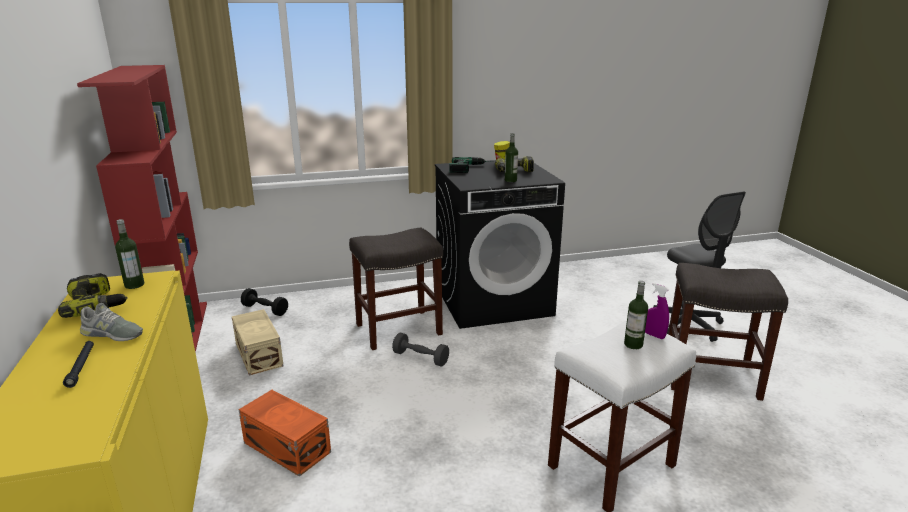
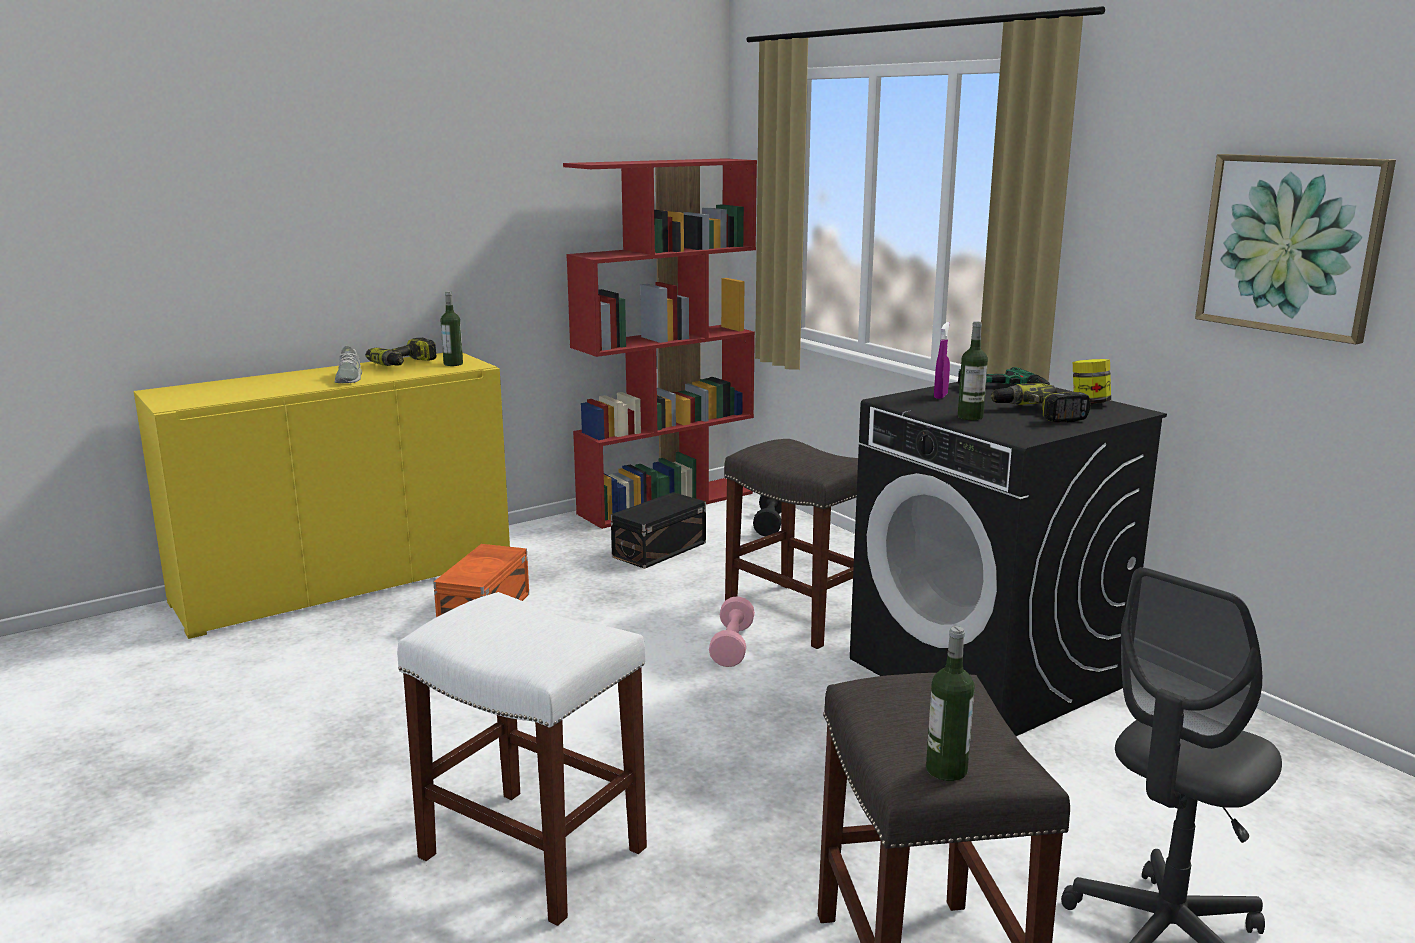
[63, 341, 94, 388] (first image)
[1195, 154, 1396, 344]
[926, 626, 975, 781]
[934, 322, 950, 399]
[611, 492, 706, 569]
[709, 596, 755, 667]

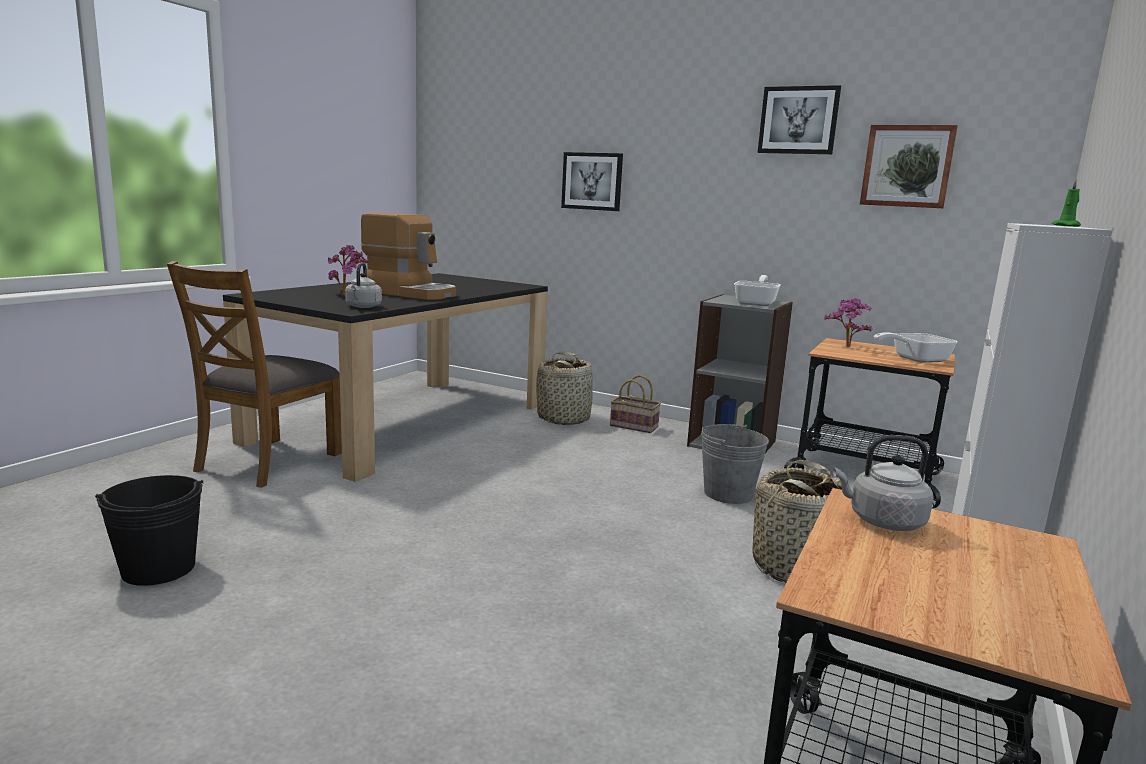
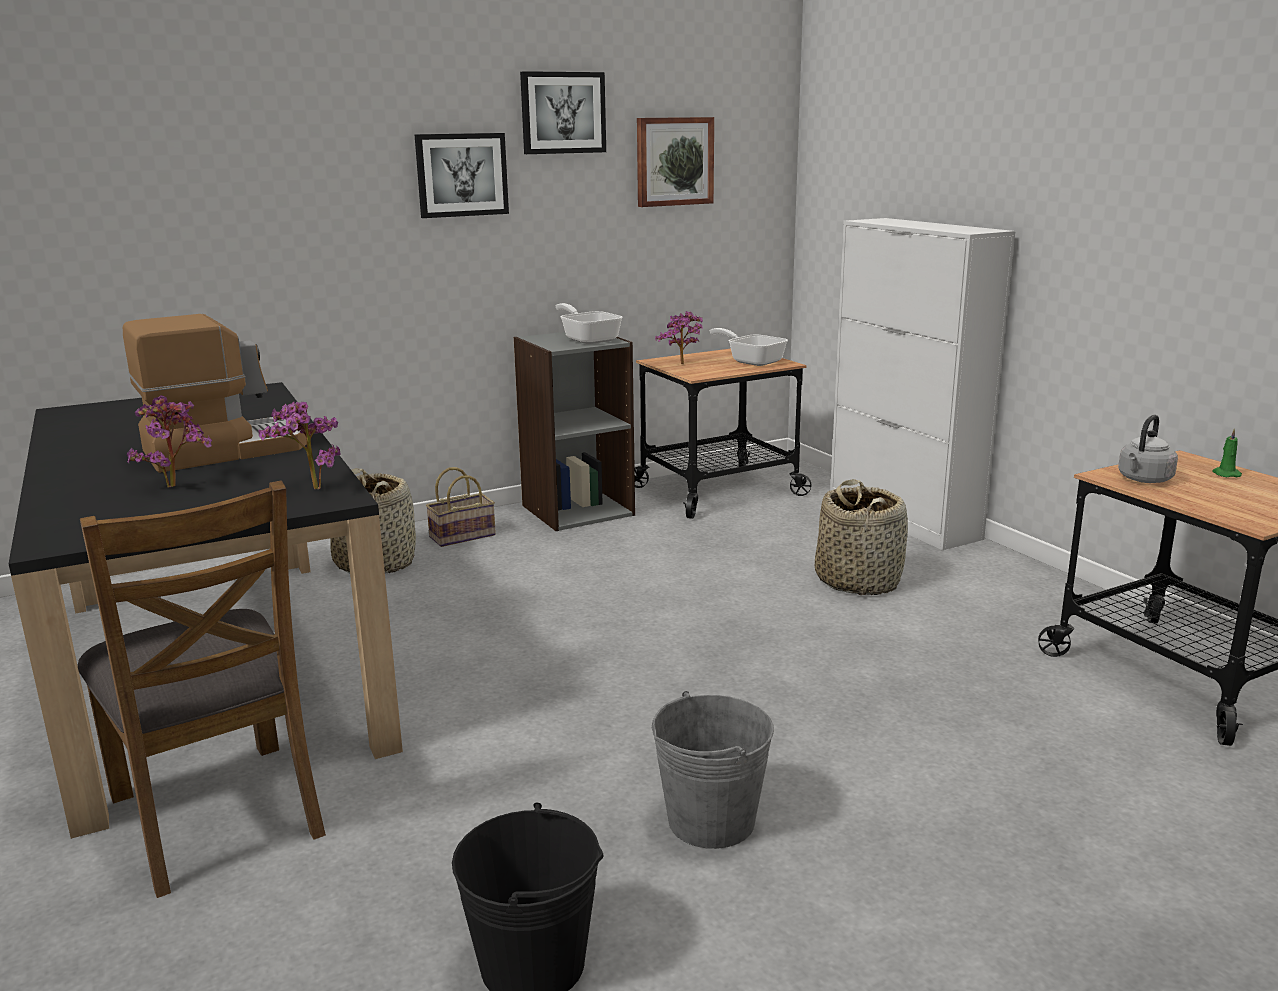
[414, 133, 509, 218]
[652, 691, 774, 849]
[1212, 428, 1242, 477]
[258, 402, 341, 489]
[710, 328, 788, 366]

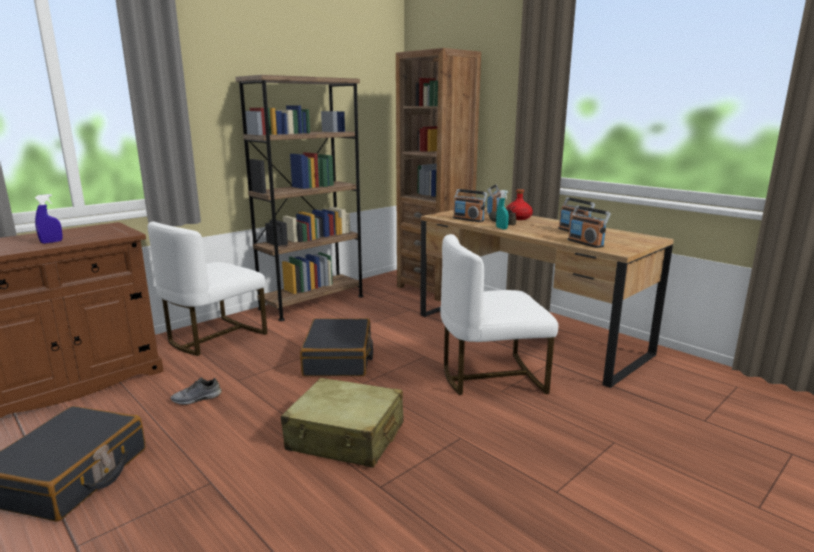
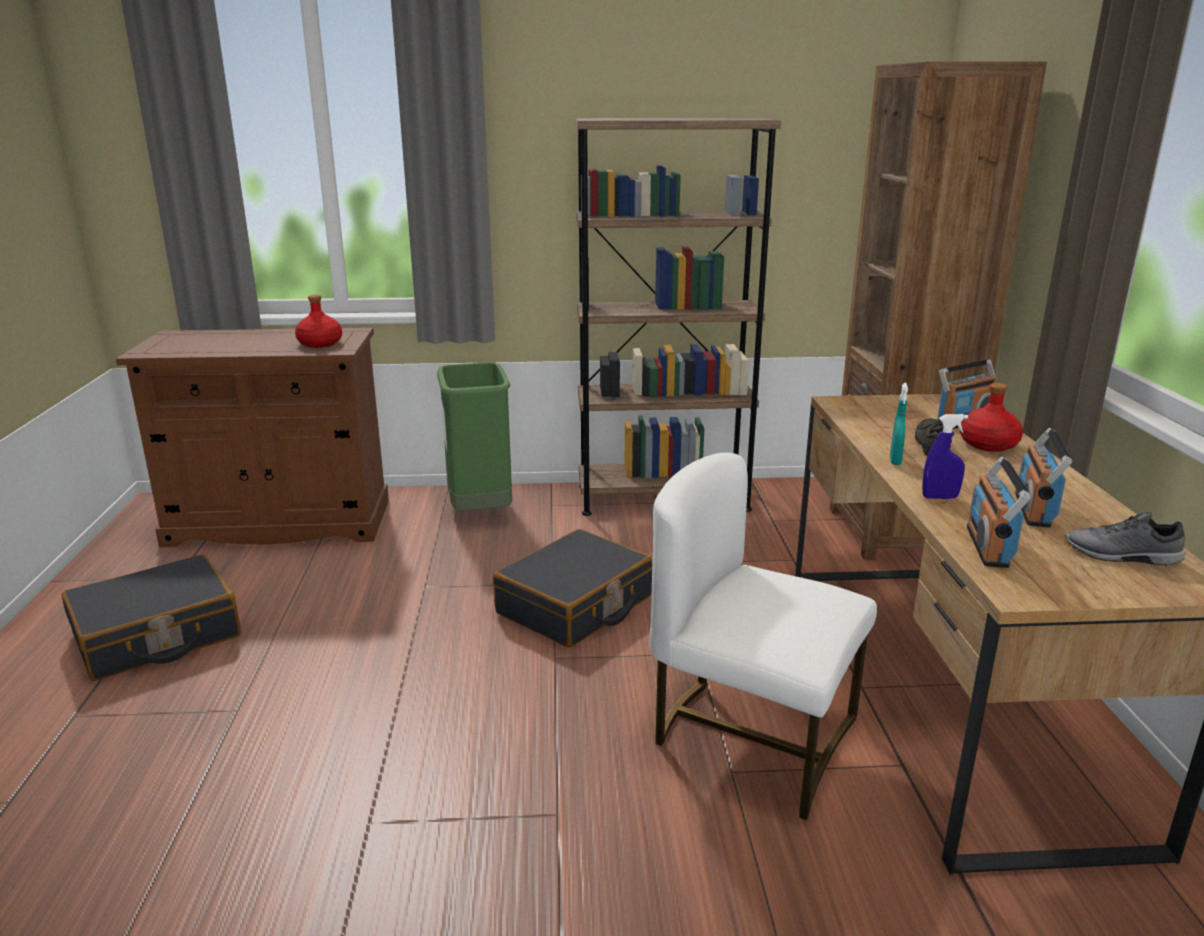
[281, 378, 404, 468] (first image)
[453, 189, 487, 222] (first image)
[295, 295, 342, 348]
[922, 414, 968, 499]
[1065, 512, 1185, 565]
[437, 362, 512, 511]

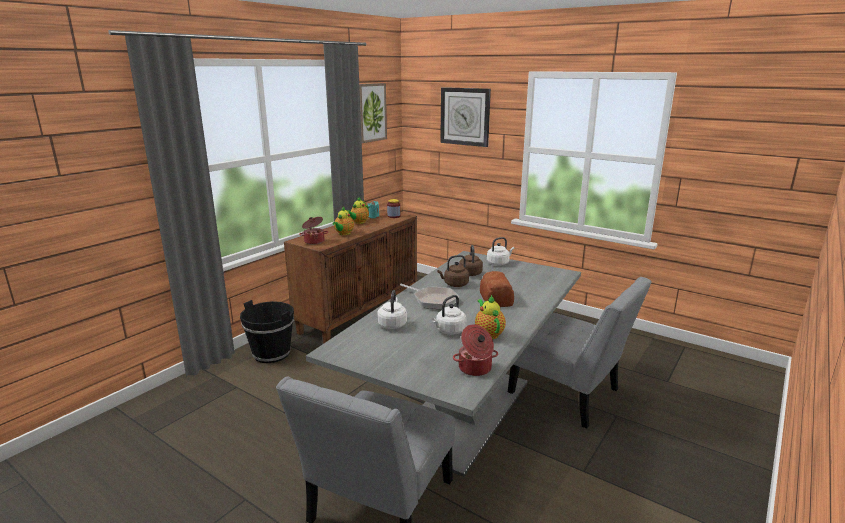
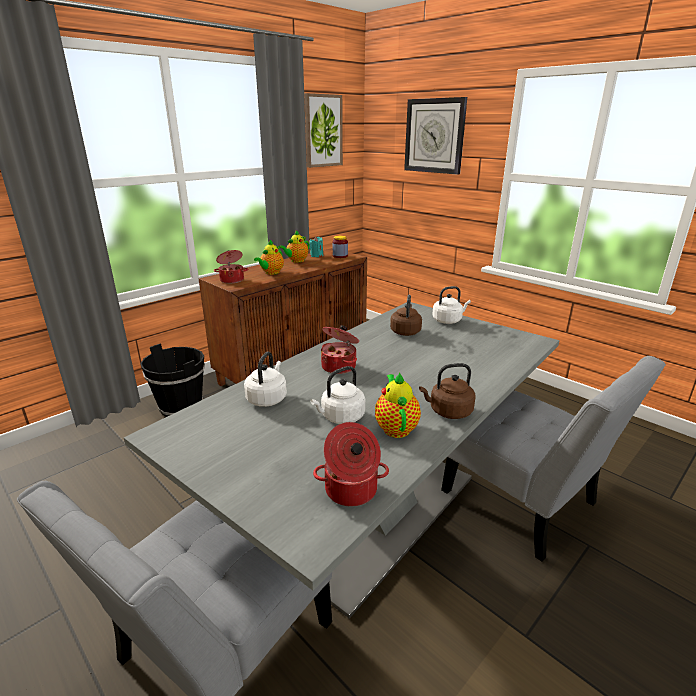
[480, 271, 514, 307] (first image)
[419, 363, 476, 419]
[321, 325, 359, 374]

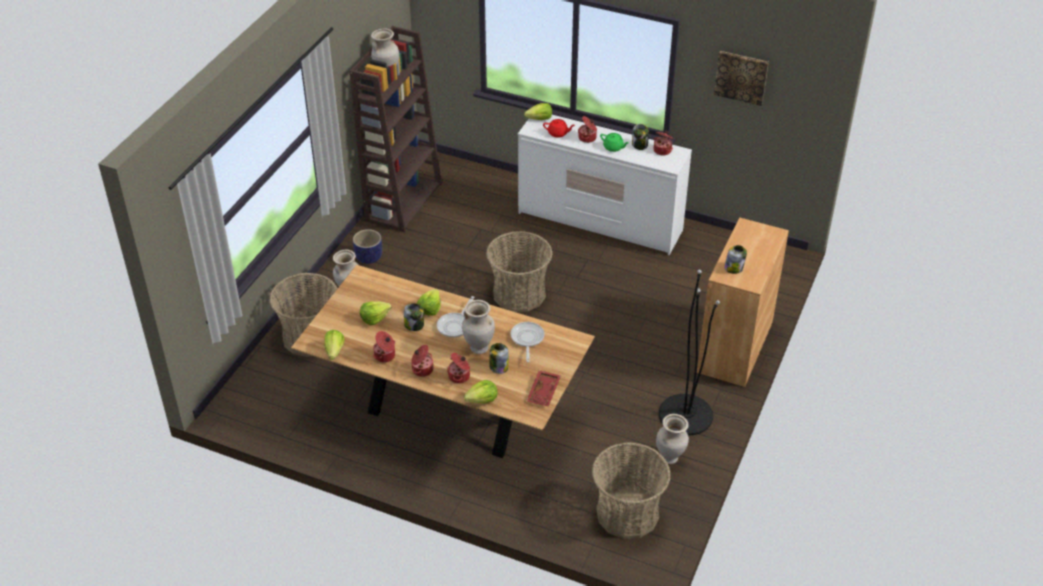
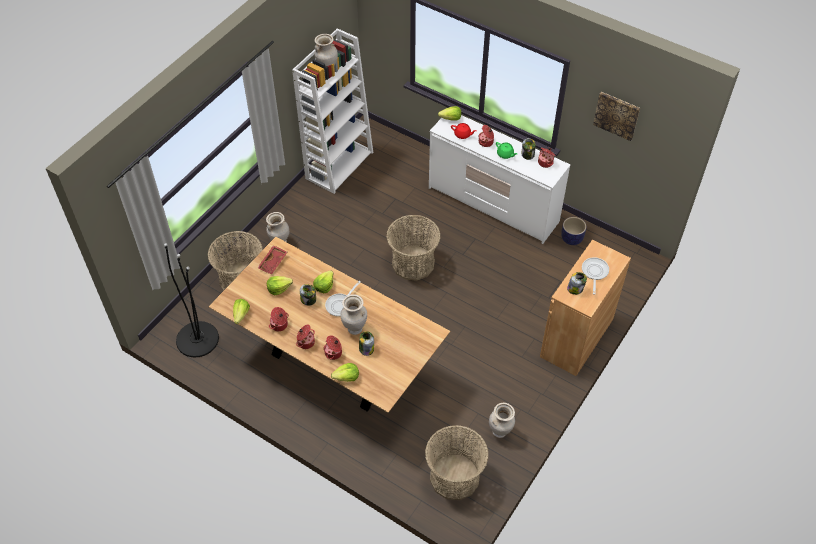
[561, 217, 586, 245]
[582, 257, 609, 295]
[257, 245, 287, 274]
[164, 243, 219, 357]
[292, 28, 373, 194]

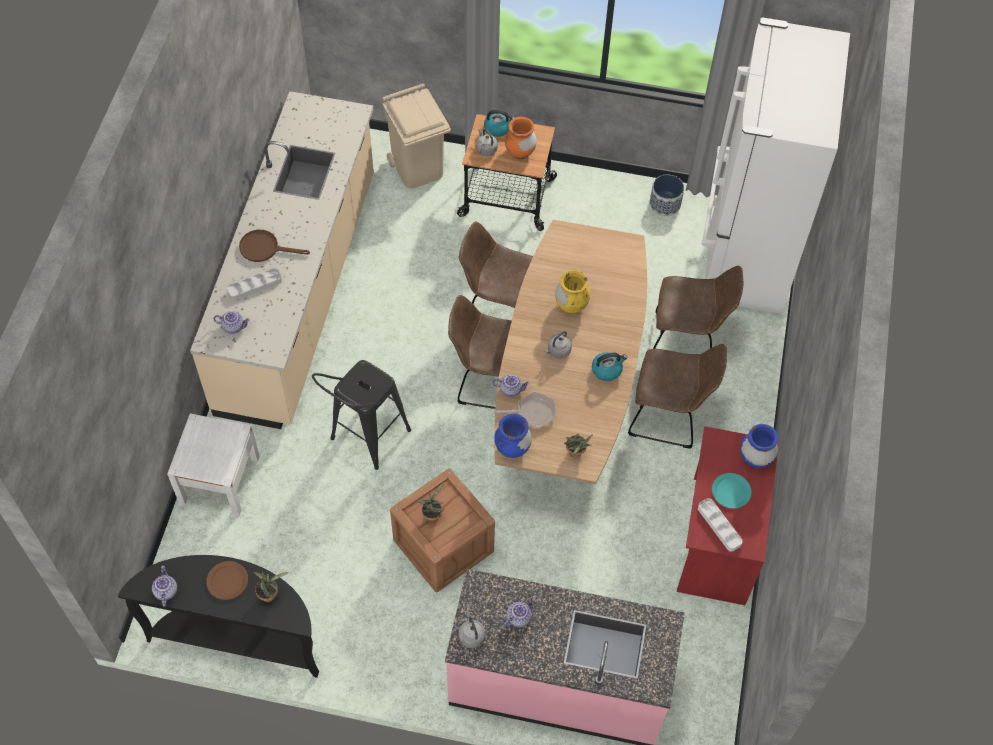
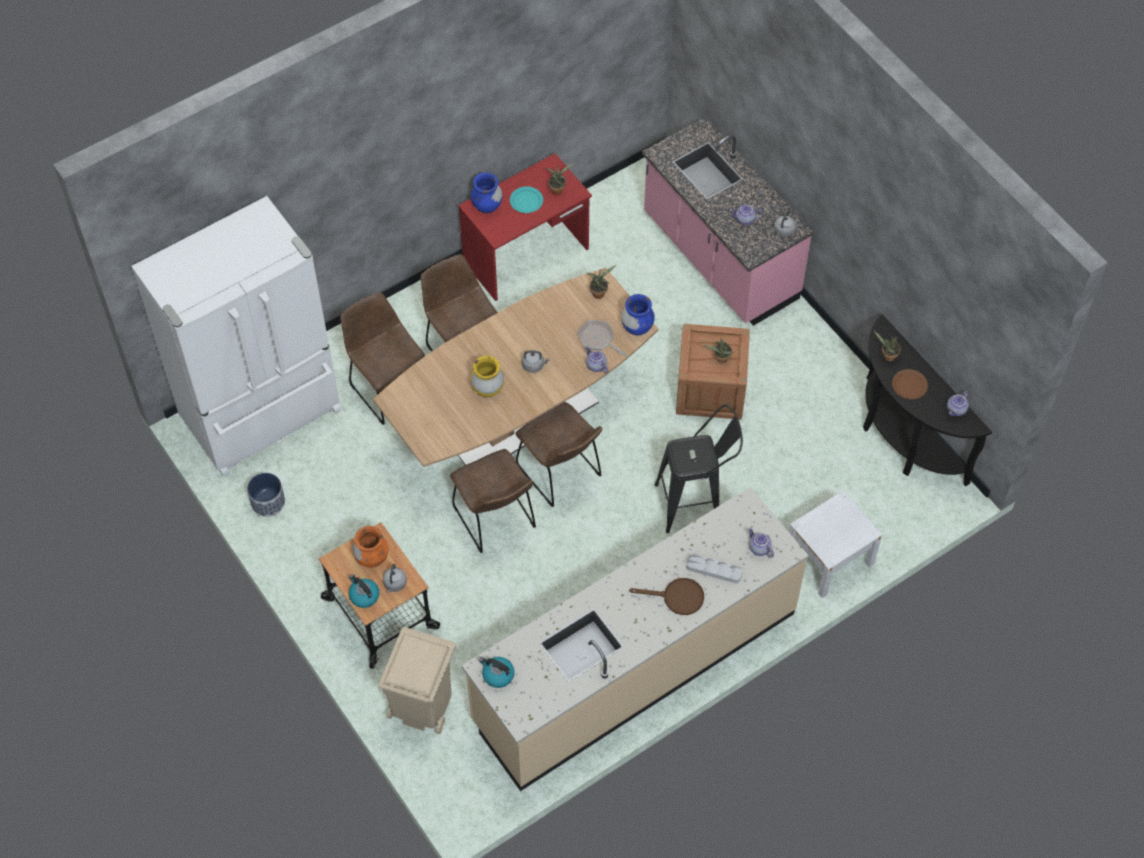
[479, 657, 515, 688]
[546, 163, 575, 195]
[629, 578, 704, 615]

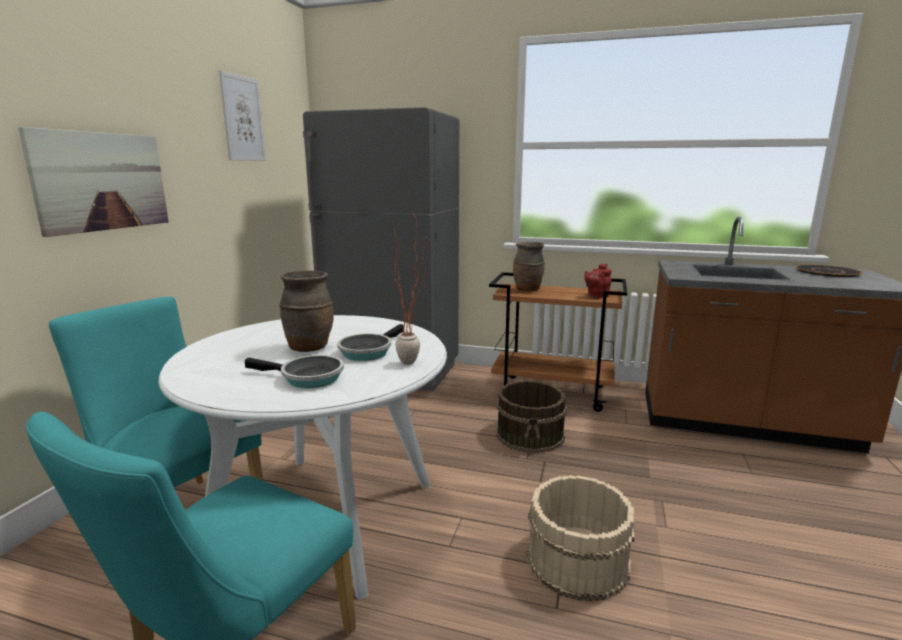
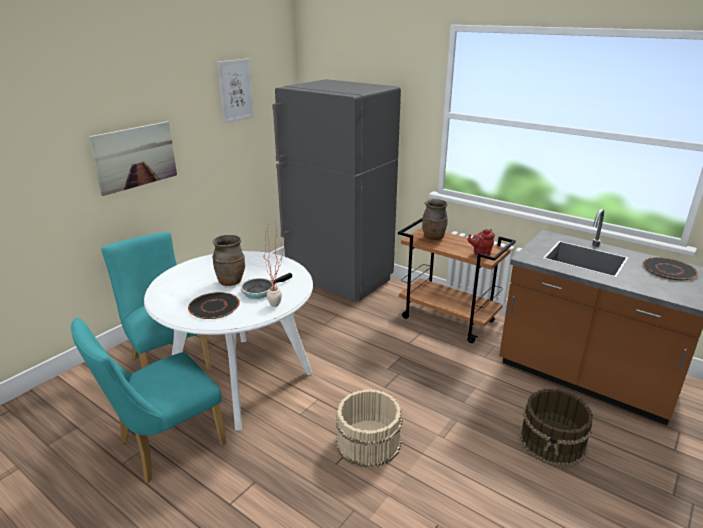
[519, 389, 593, 467]
[188, 292, 240, 319]

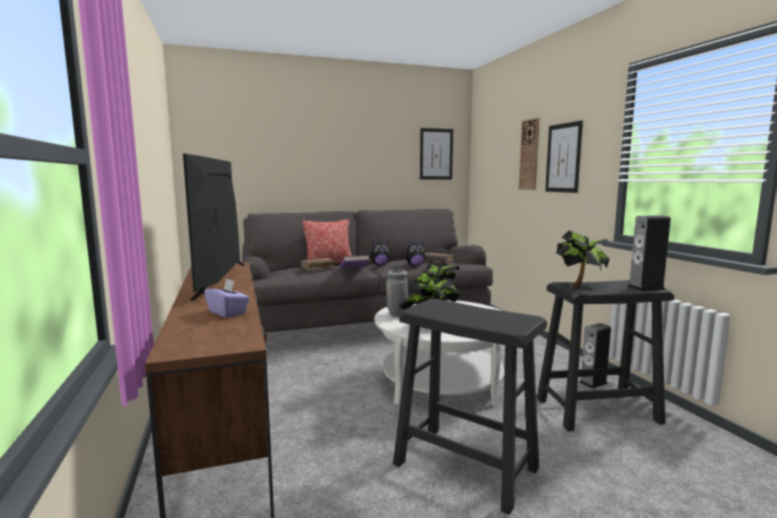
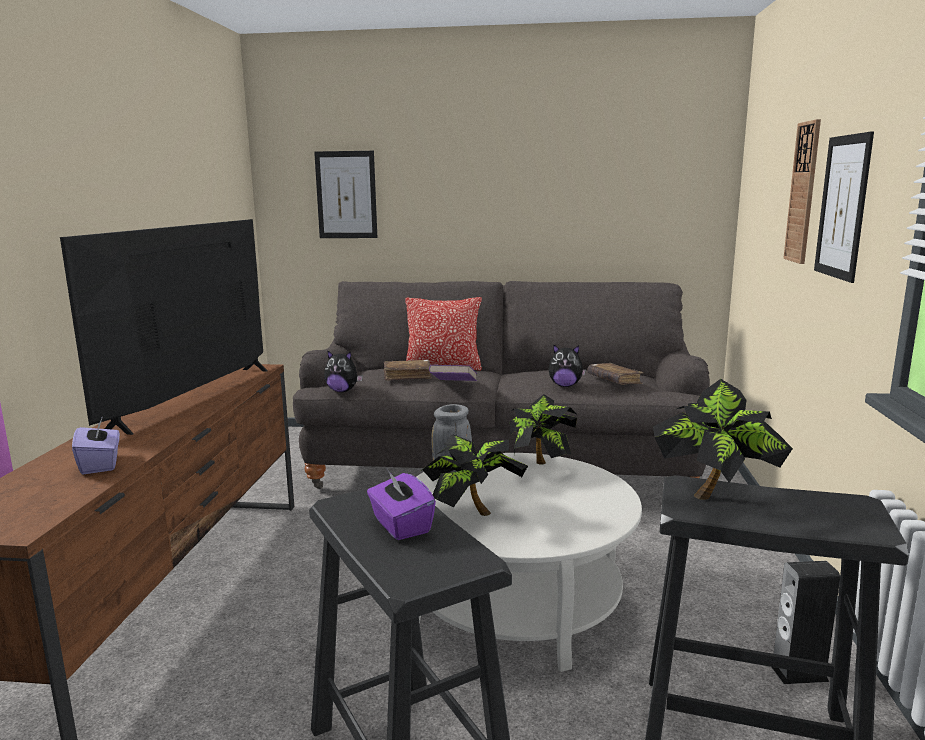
[627, 215, 671, 291] (first image)
[367, 469, 436, 540]
[324, 350, 363, 392]
[314, 151, 377, 238]

